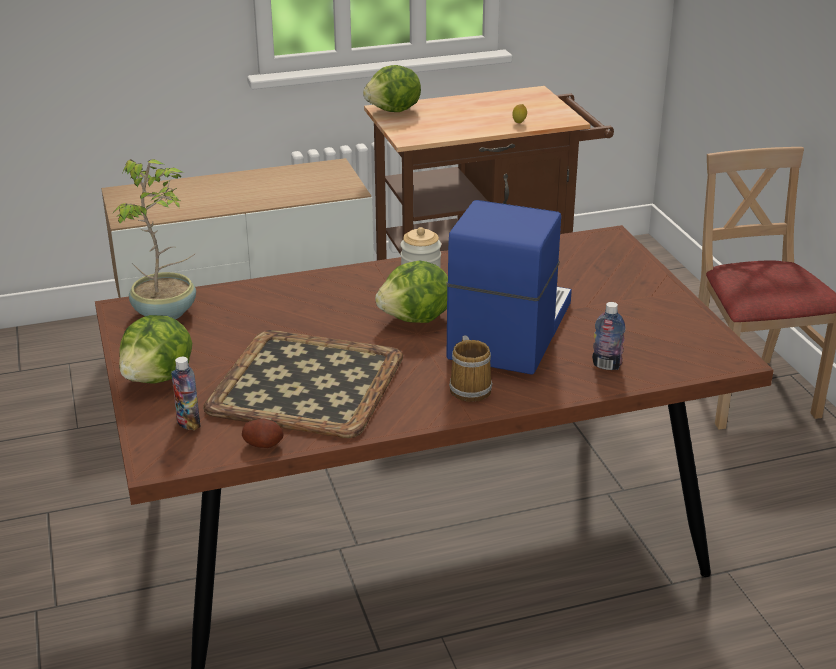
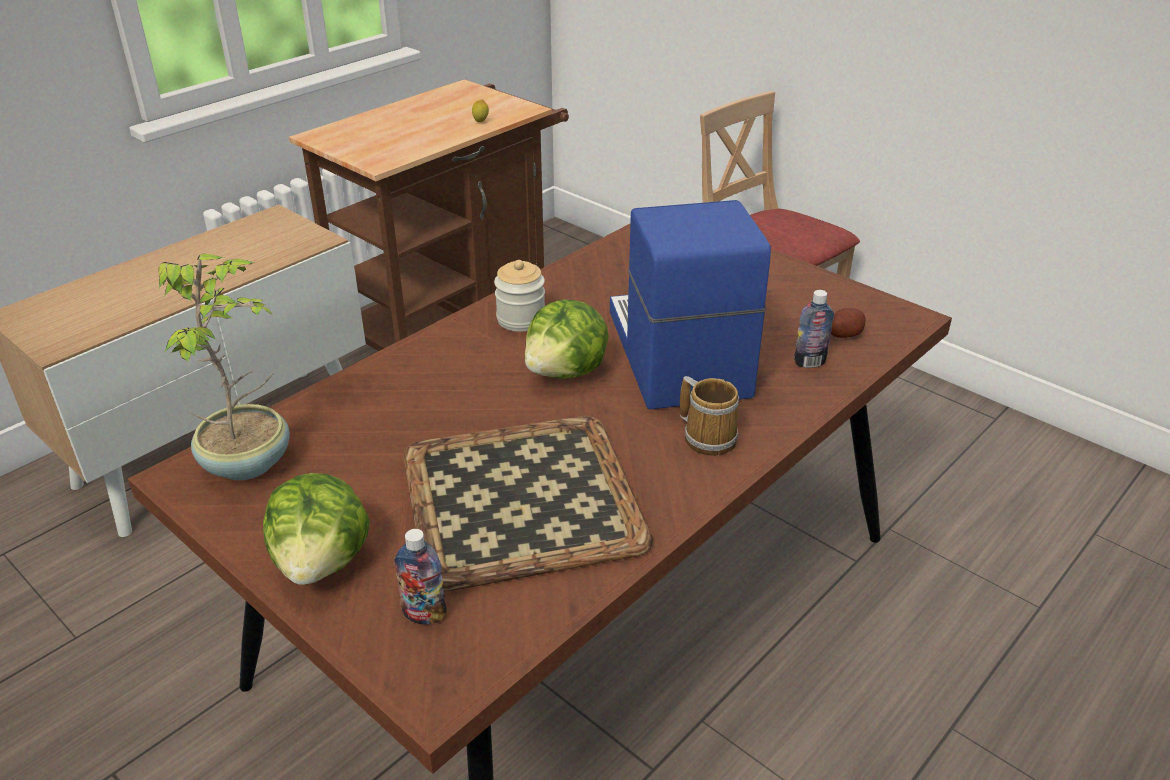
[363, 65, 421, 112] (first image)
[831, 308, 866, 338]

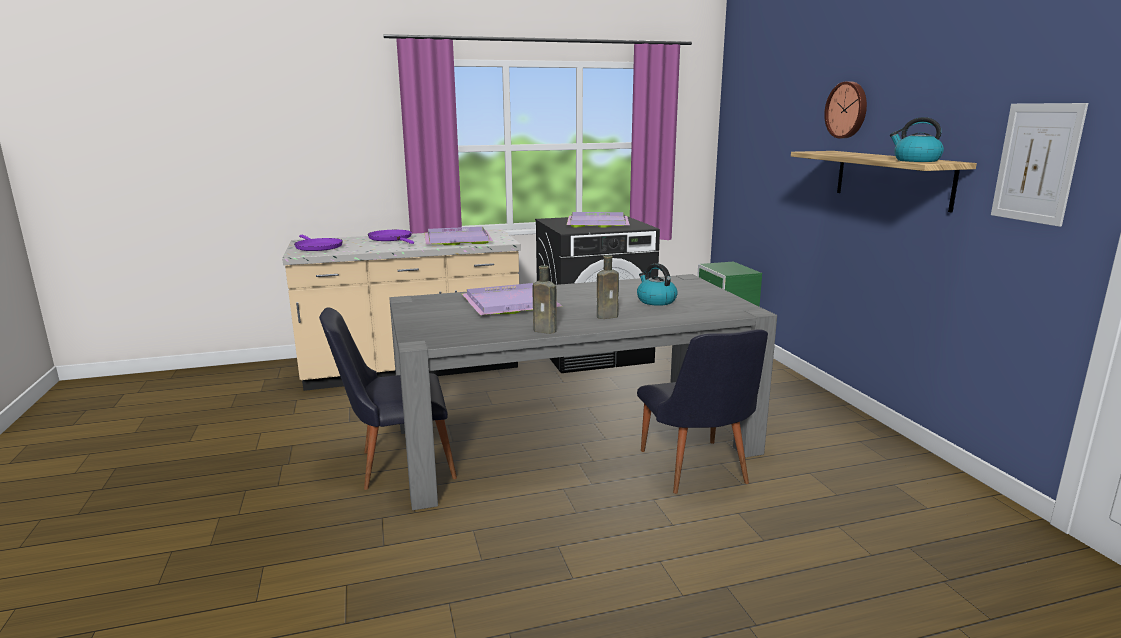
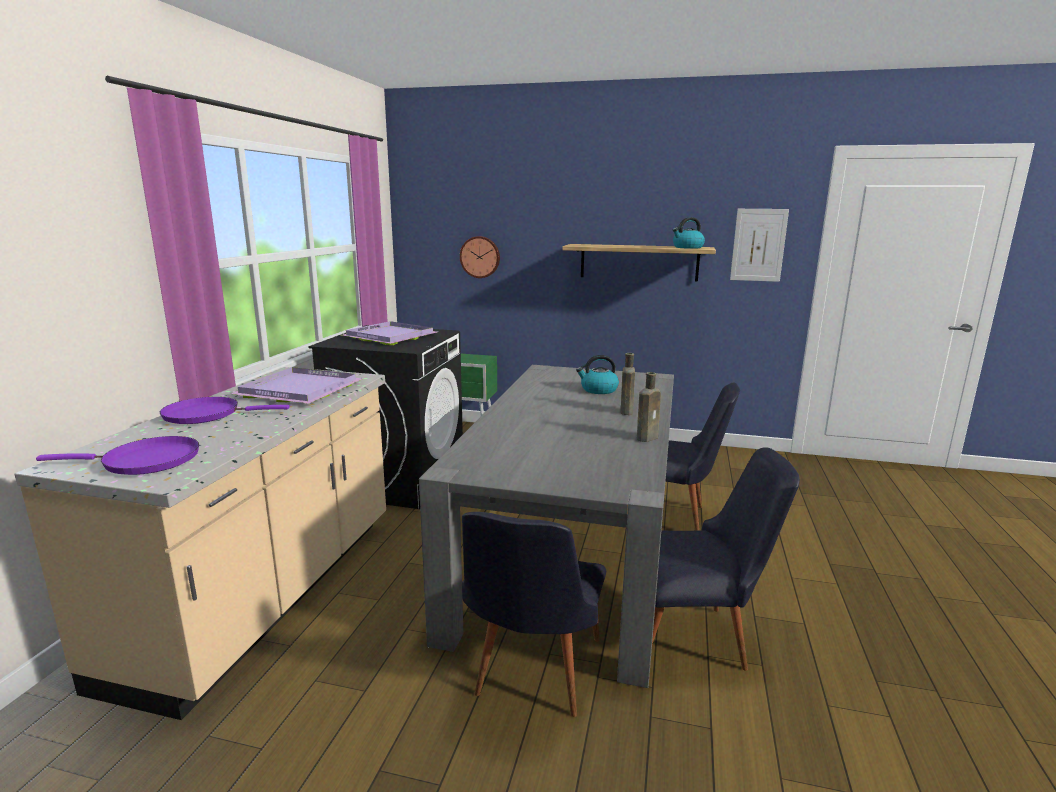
[462, 283, 562, 315] (first image)
[621, 447, 800, 671]
[460, 236, 500, 278]

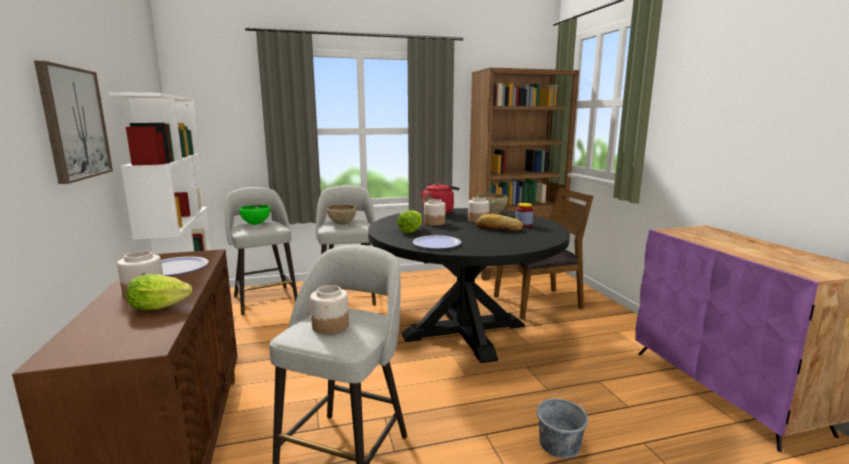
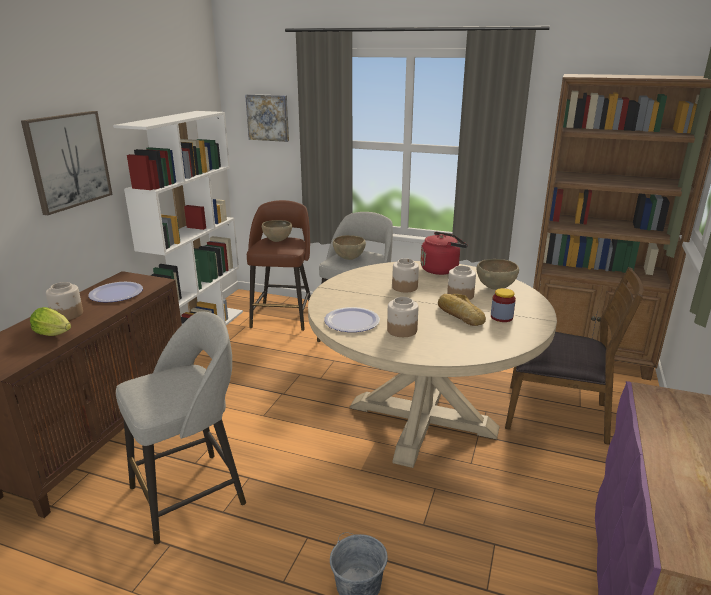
[397, 210, 422, 233] (first image)
[245, 94, 289, 142]
[387, 297, 419, 337]
[247, 200, 311, 331]
[262, 220, 292, 242]
[308, 261, 557, 468]

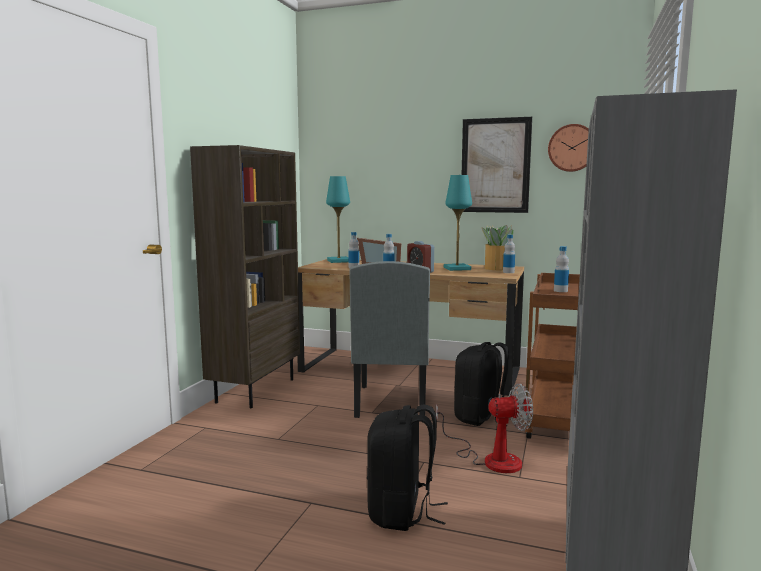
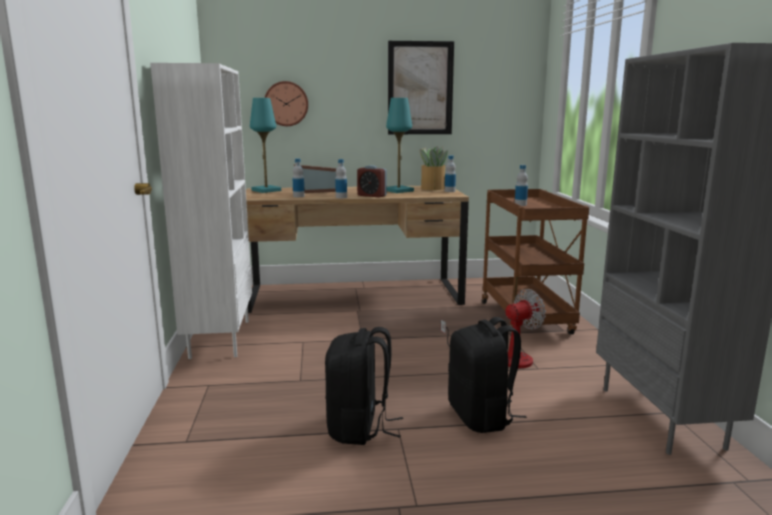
[350, 261, 430, 418] (first image)
[325, 327, 403, 445]
[265, 81, 308, 126]
[150, 63, 252, 359]

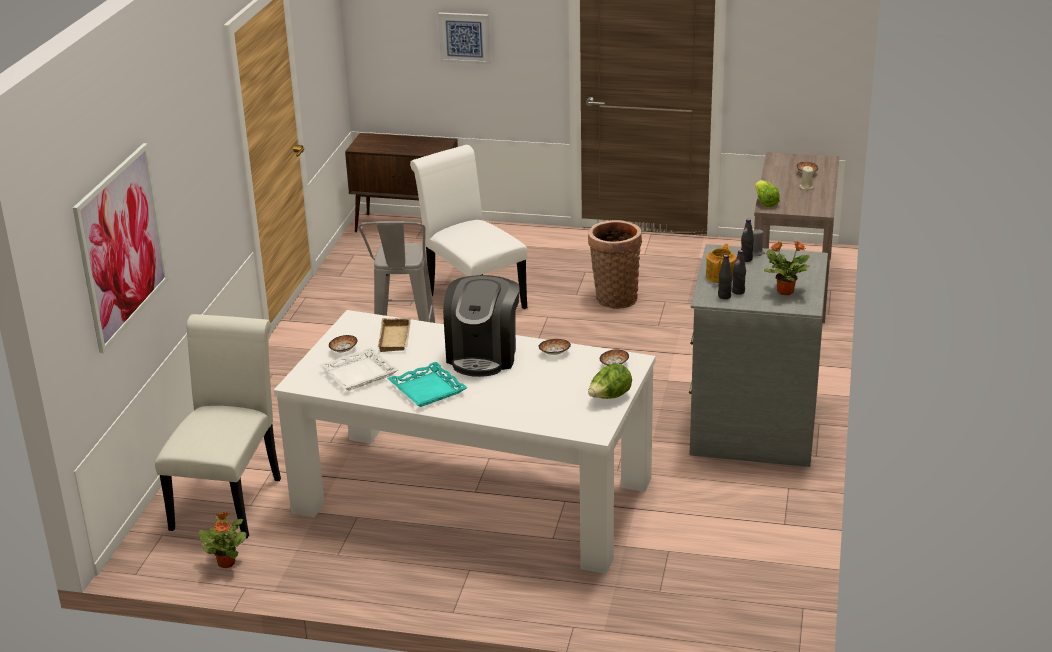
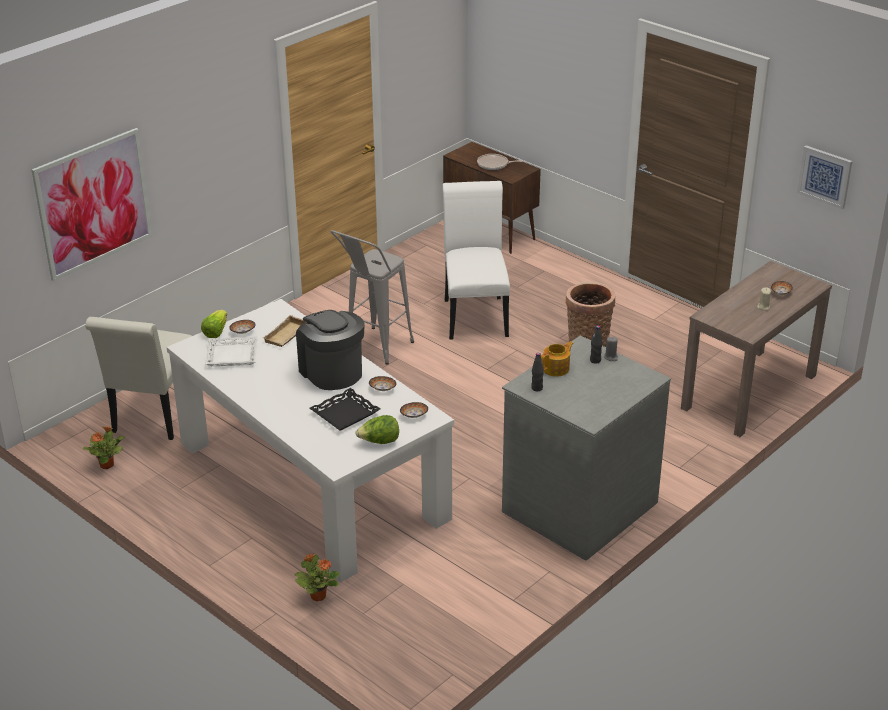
[387, 362, 468, 407] (first image)
[732, 250, 746, 295] (first image)
[309, 388, 380, 431]
[477, 154, 524, 170]
[797, 145, 852, 210]
[201, 310, 227, 338]
[295, 554, 340, 601]
[85, 317, 192, 440]
[296, 310, 365, 390]

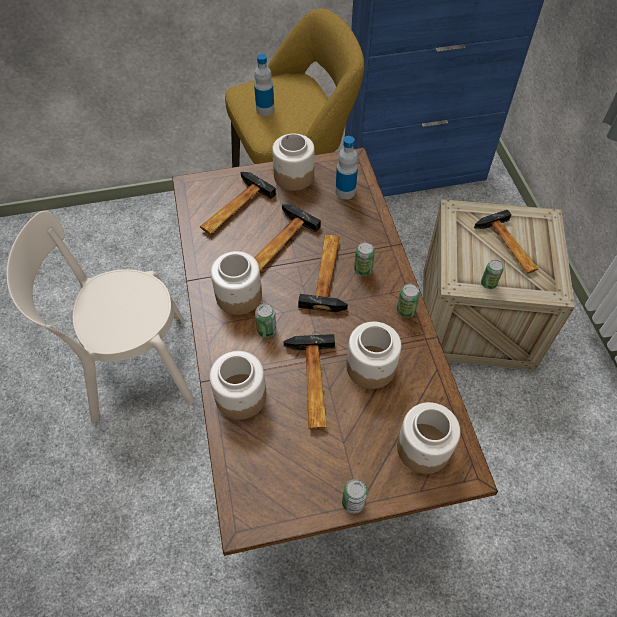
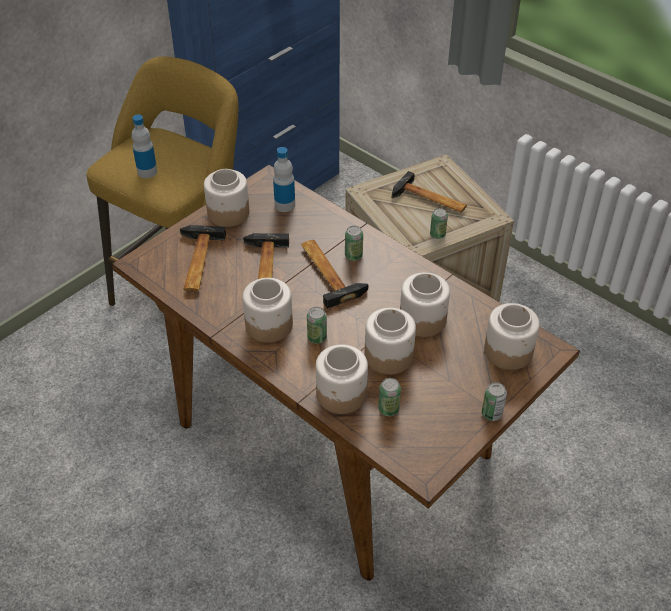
[7, 211, 194, 423] (first image)
[378, 378, 401, 416]
[365, 308, 416, 375]

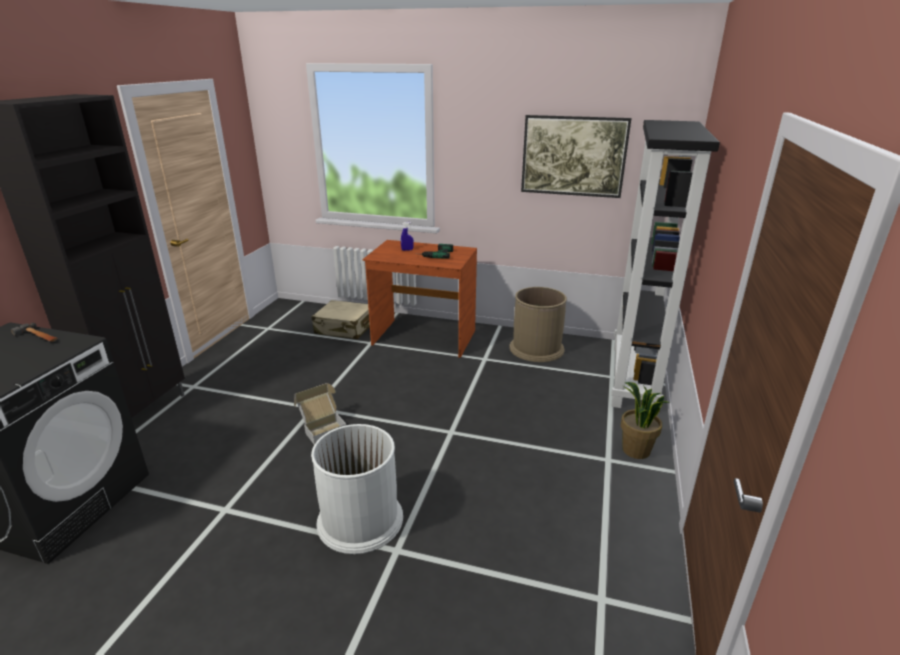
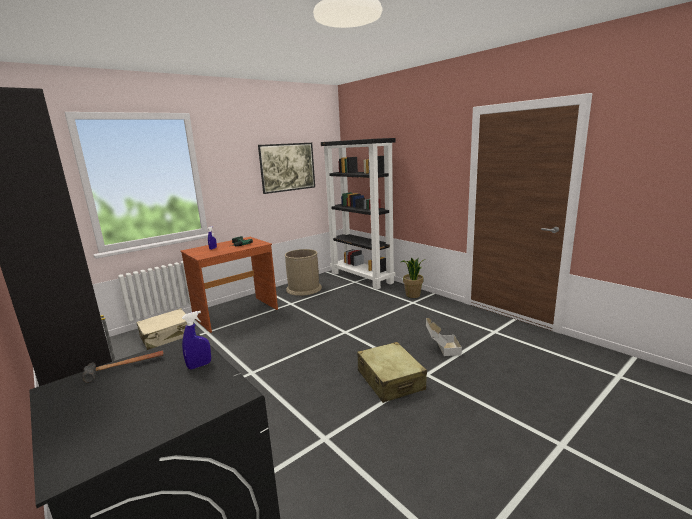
[182, 311, 211, 369]
[426, 318, 462, 356]
[357, 342, 427, 403]

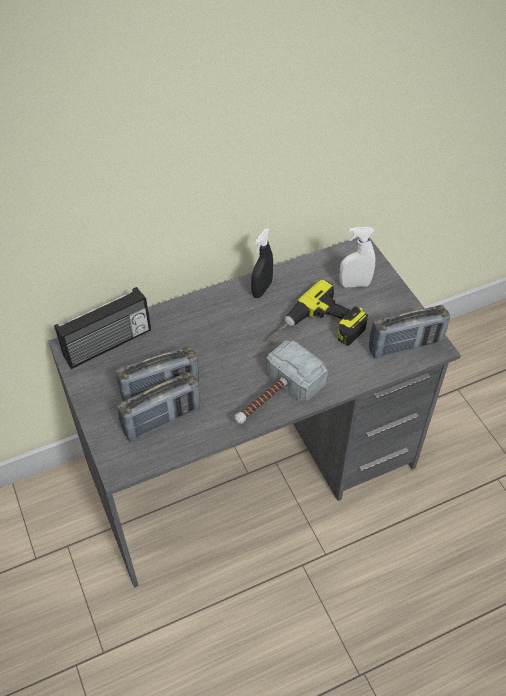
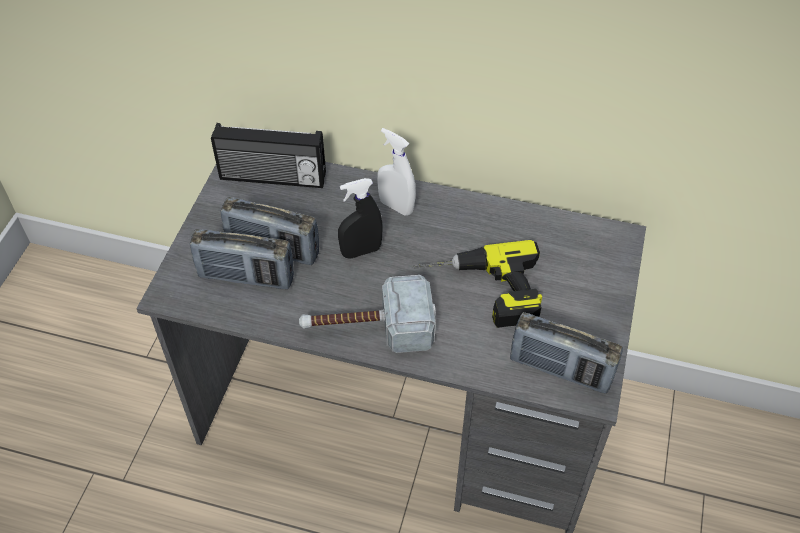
[338, 178, 383, 259]
[377, 128, 416, 216]

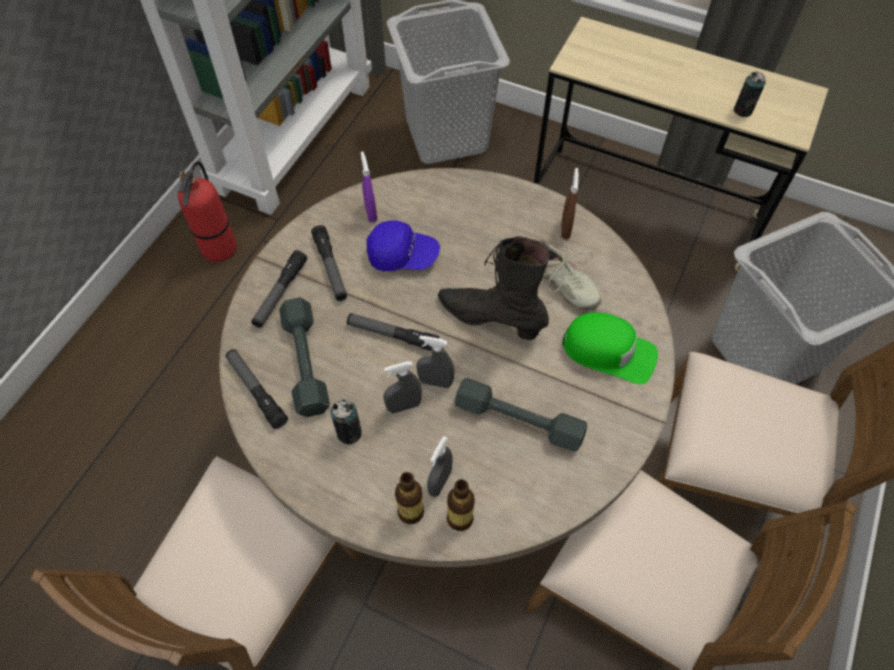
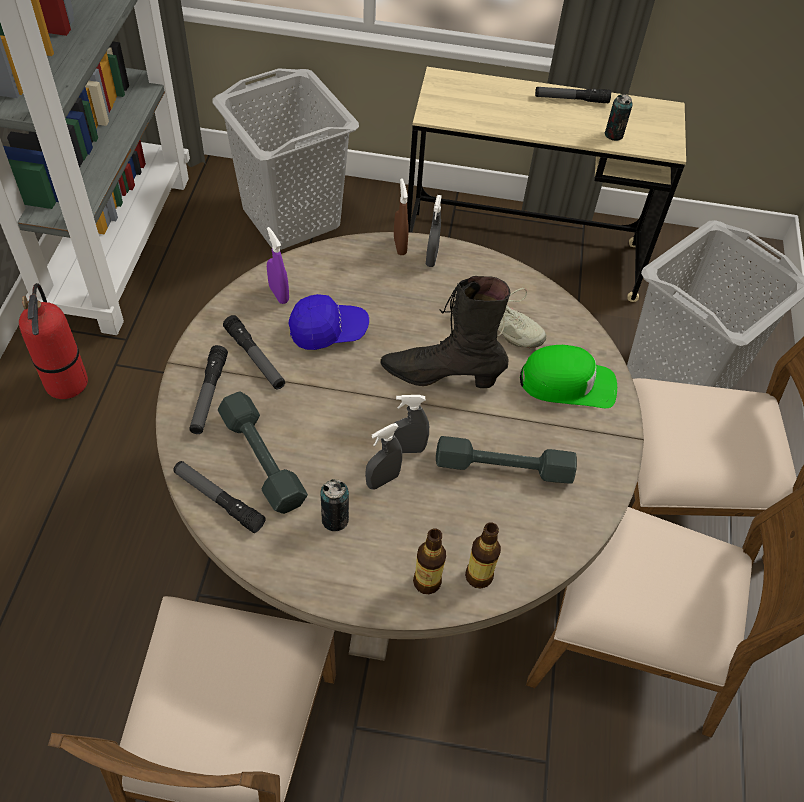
[535, 87, 611, 103]
[426, 195, 442, 267]
[394, 178, 408, 255]

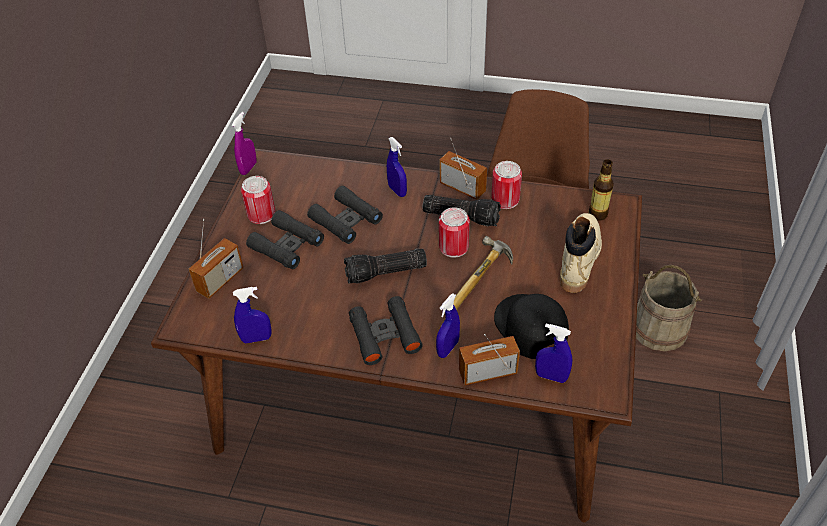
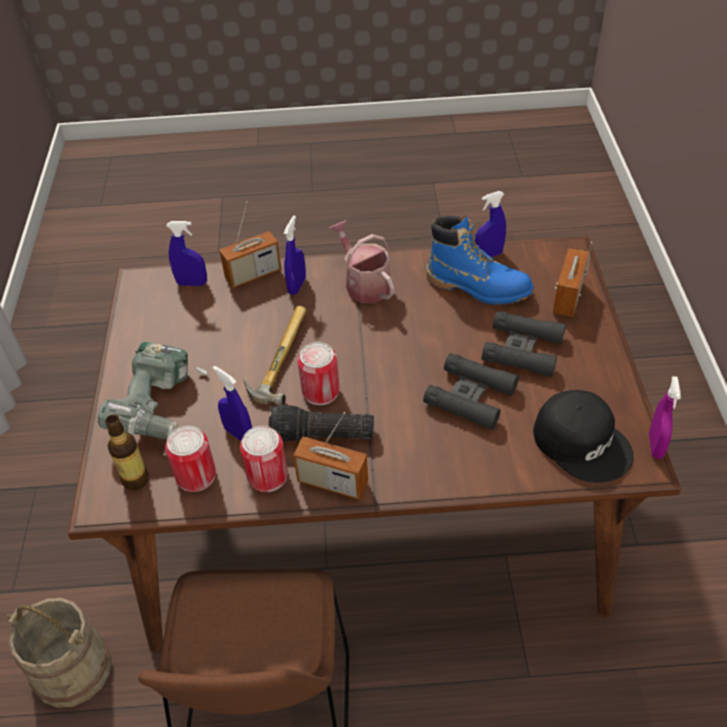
[344, 249, 427, 284] (first image)
[426, 215, 534, 305]
[165, 426, 216, 492]
[213, 366, 252, 441]
[533, 390, 634, 483]
[329, 221, 394, 303]
[98, 342, 208, 439]

